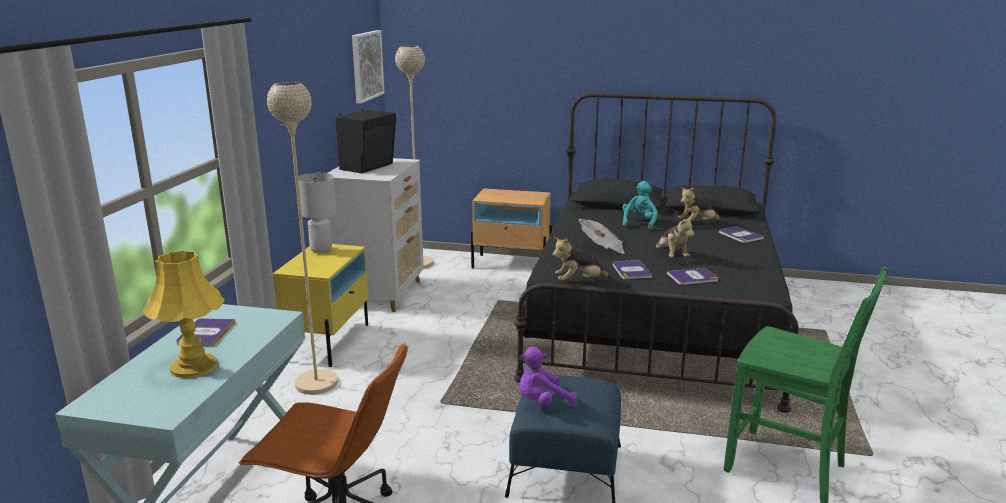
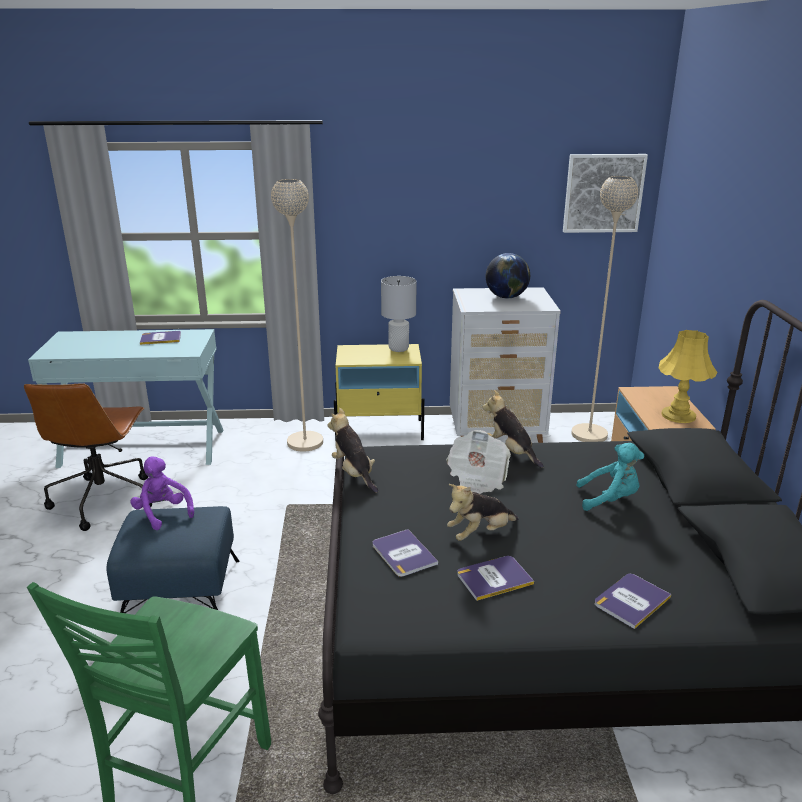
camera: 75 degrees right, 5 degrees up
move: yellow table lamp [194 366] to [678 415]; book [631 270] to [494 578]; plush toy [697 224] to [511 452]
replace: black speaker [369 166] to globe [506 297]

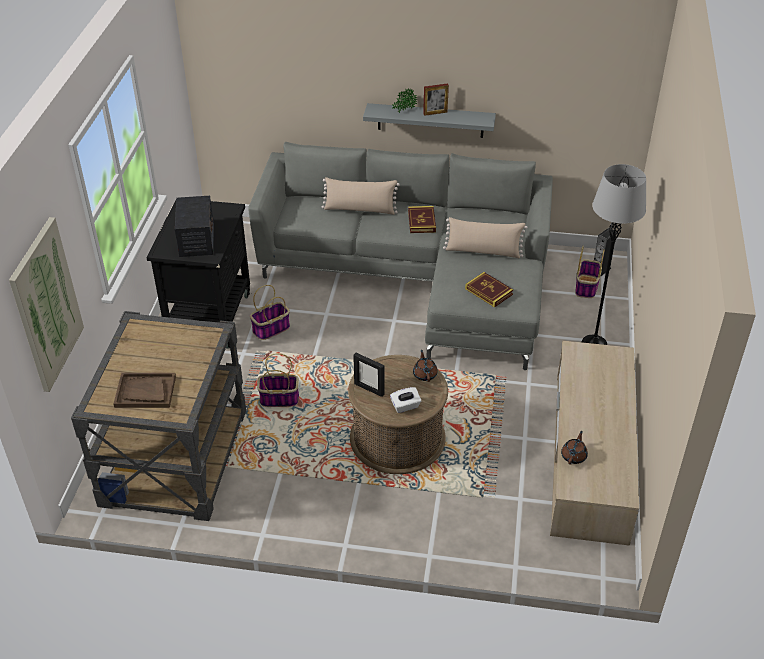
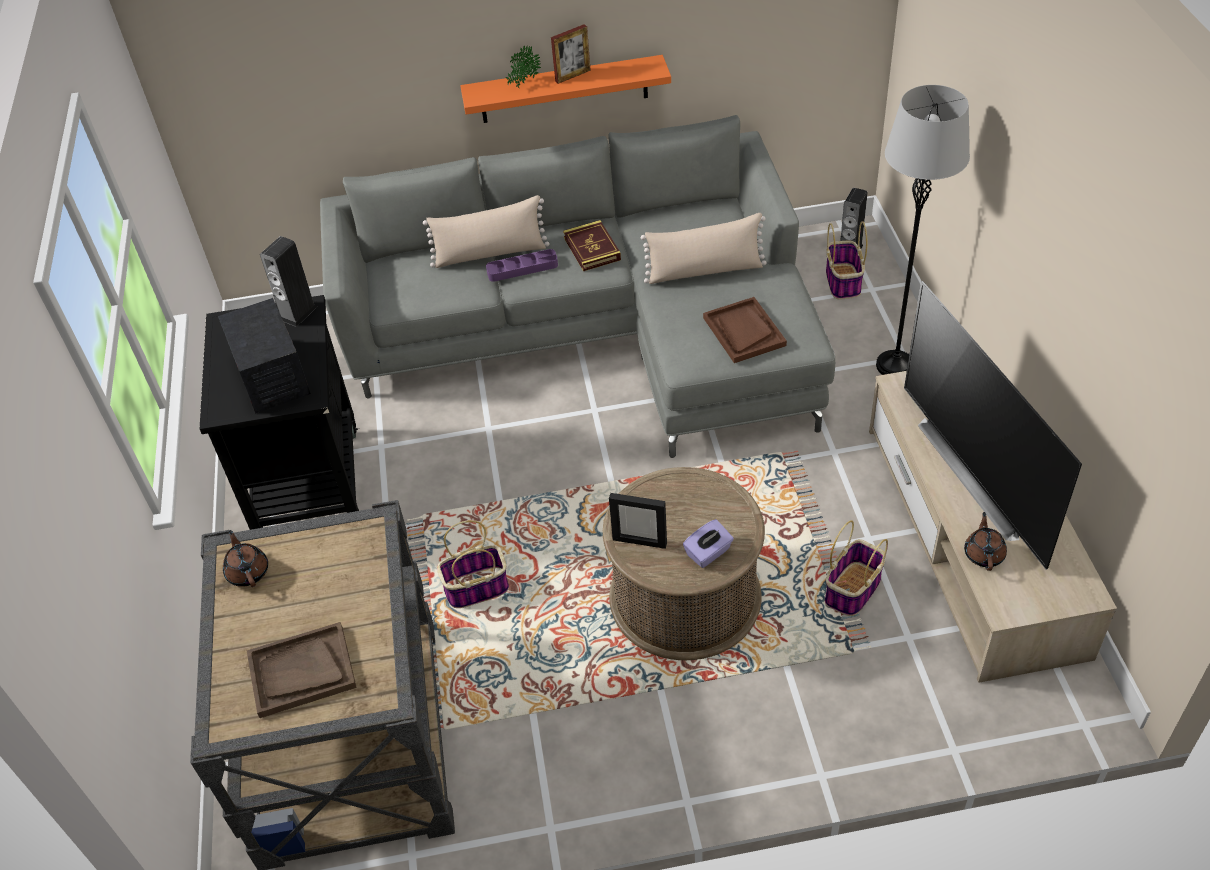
camera: 15 degrees left, 5 degrees up
delete: picture [46 305]
insert: speaker [298 313]; purple tray [522 268]; television [979 473]
move: basket [271 329] to [852 590]; brown teapot [425 374] to [248 571]
replace: book [488 291] to brown tray [744 331]
recolor: grey shelf [430 120] to orange shelf [564 89]; white tissue box [405 406] to purple tissue box [708 553]

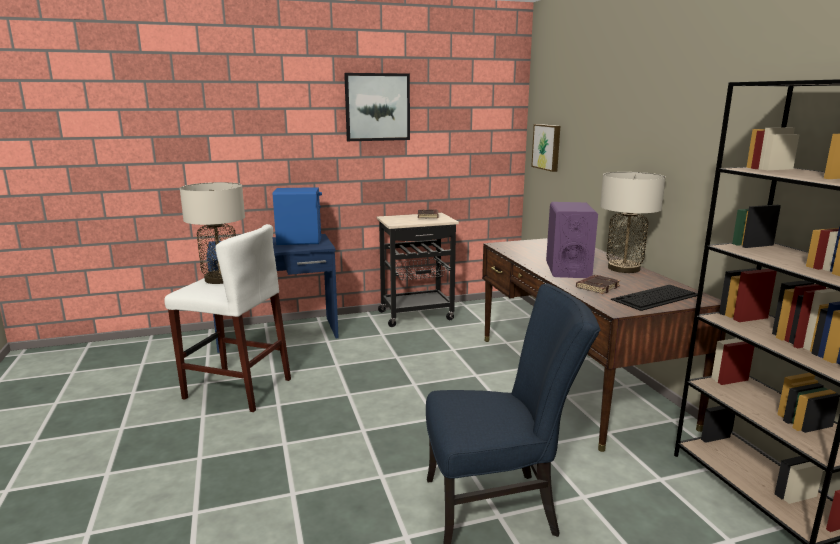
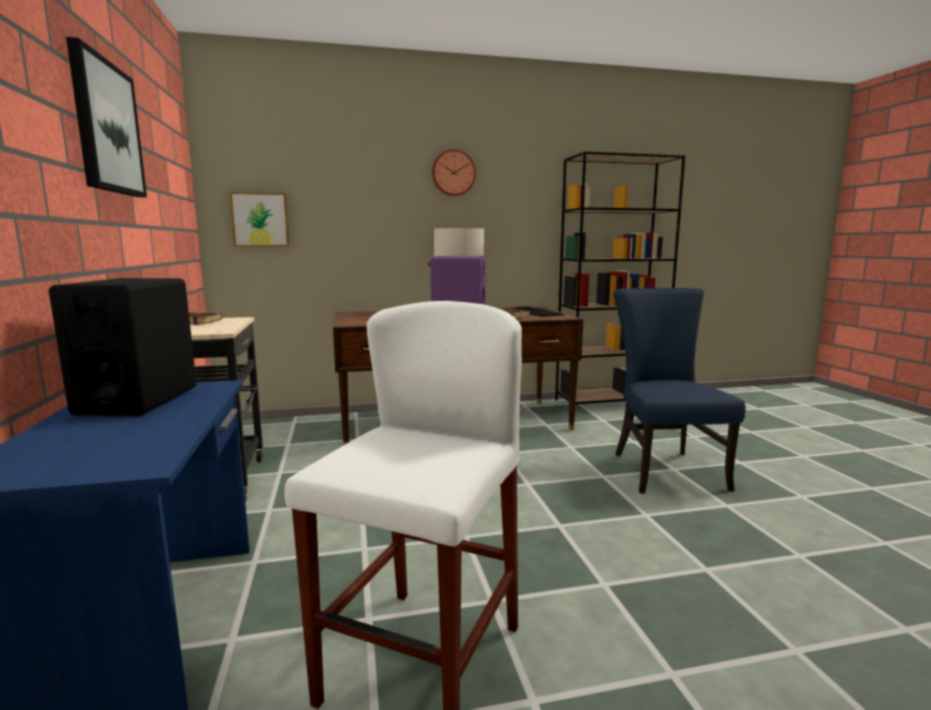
camera: 85 degrees left, 5 degrees down
delete: table lamp [221 279]
insert: wall clock [453 173]
recolor: blue speaker [299 241] to black speaker [138 400]

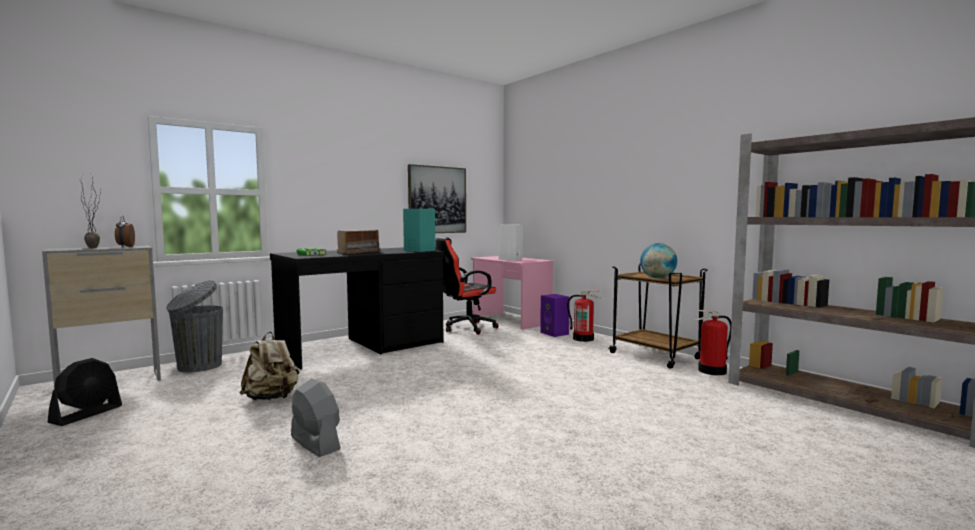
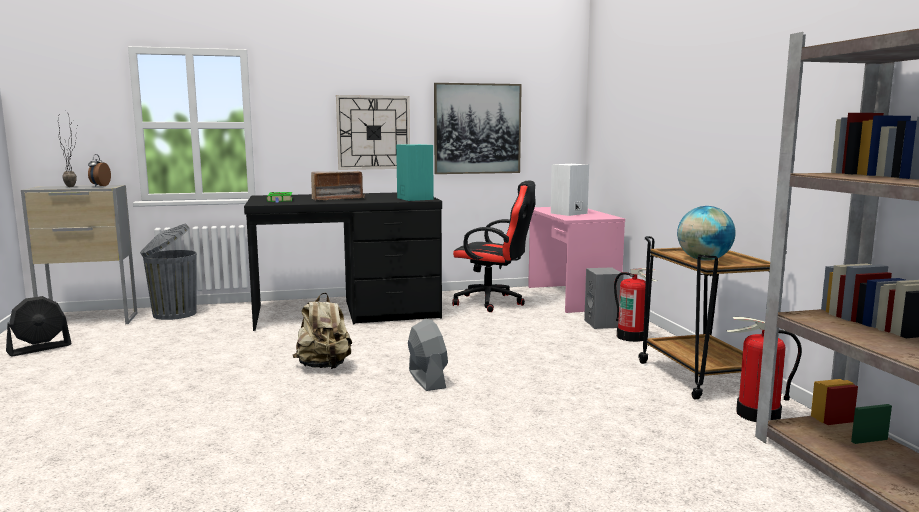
camera: 25 degrees right, 5 degrees up
insert: wall clock [373 132]
move: beige backpack [271 398] to [324 367]; grey fan [315 443] to [427 379]
recolor: purple speaker [555 333] to grey speaker [603 324]
rotate: black office chair [465 328] = [493 303] 150 degrees counterclockwise

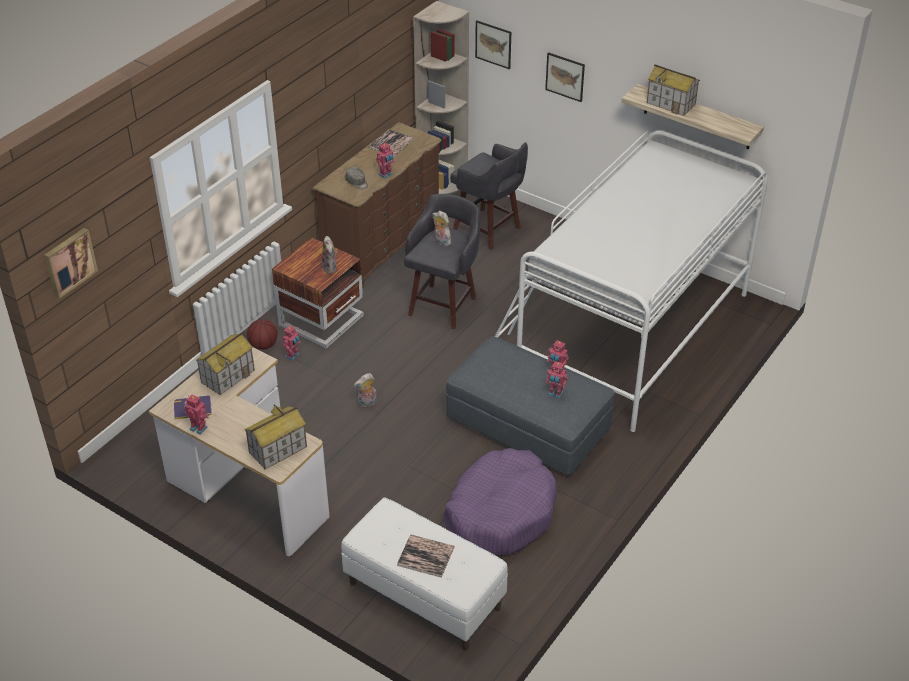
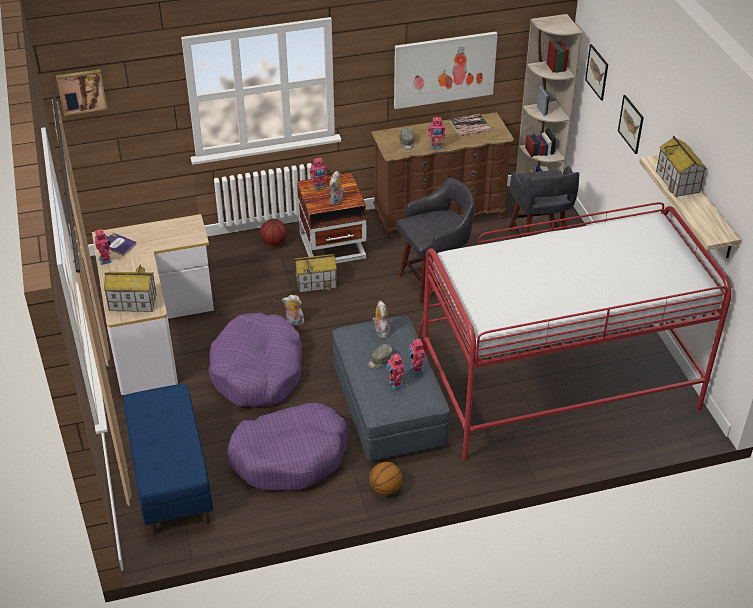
camera: 40 degrees right, 0 degrees up
delete: book [425 556]
insert: purple dog bed [258 371]; grey cap [380 360]; basketball [386 488]; picture [444 69]
move: toy house [228 376] to [316 282]; toy robot [293 356] to [319 187]; plush toy [441 241] to [380 331]
recolor: white bench [423 596] to blue bench [170 478]; white bed [630 335] to red bed [554 385]

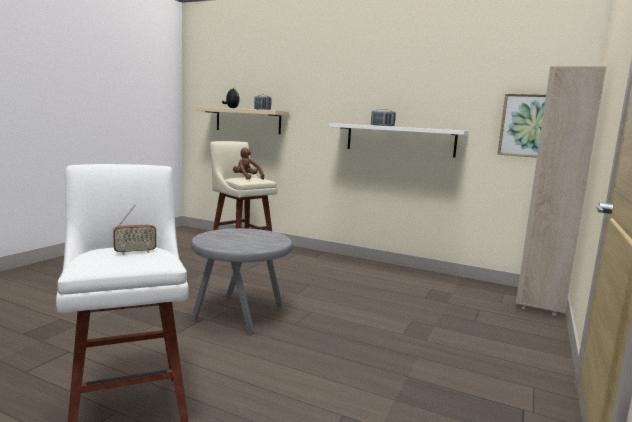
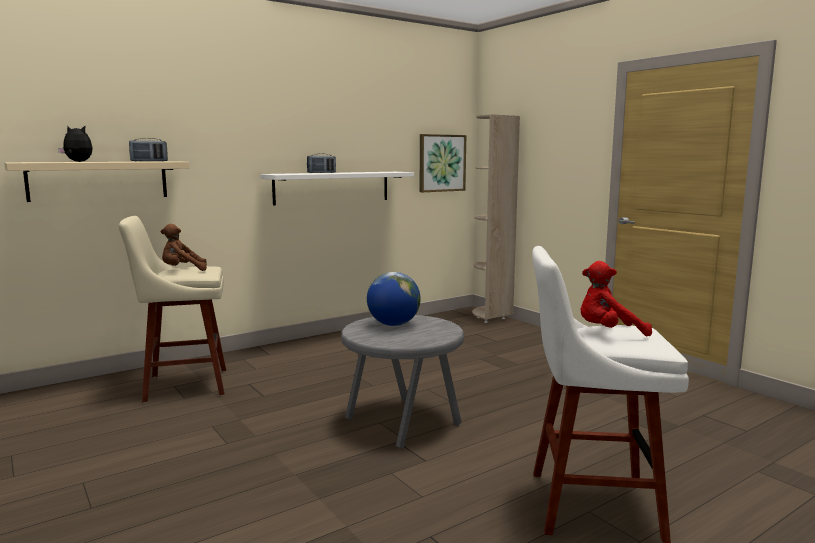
camera: 60 degrees left, 0 degrees up
insert: globe [393 324]
replace: radio [135 252] to red plush toy [608 332]

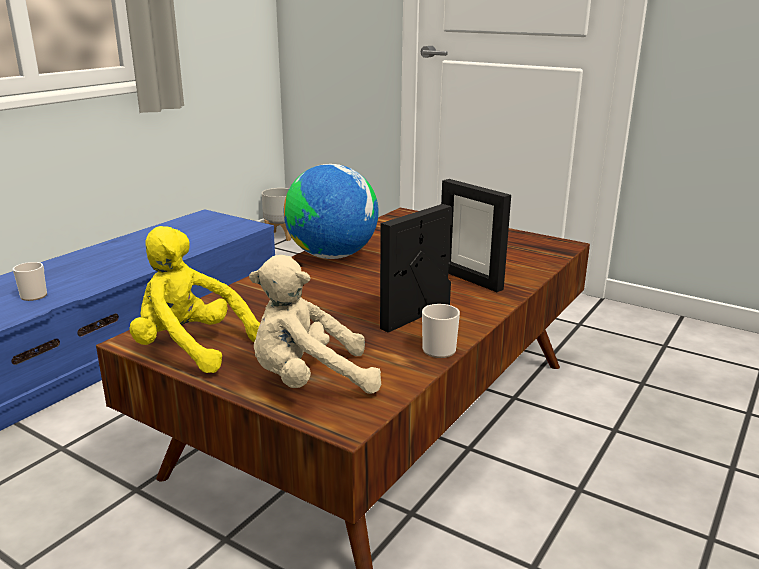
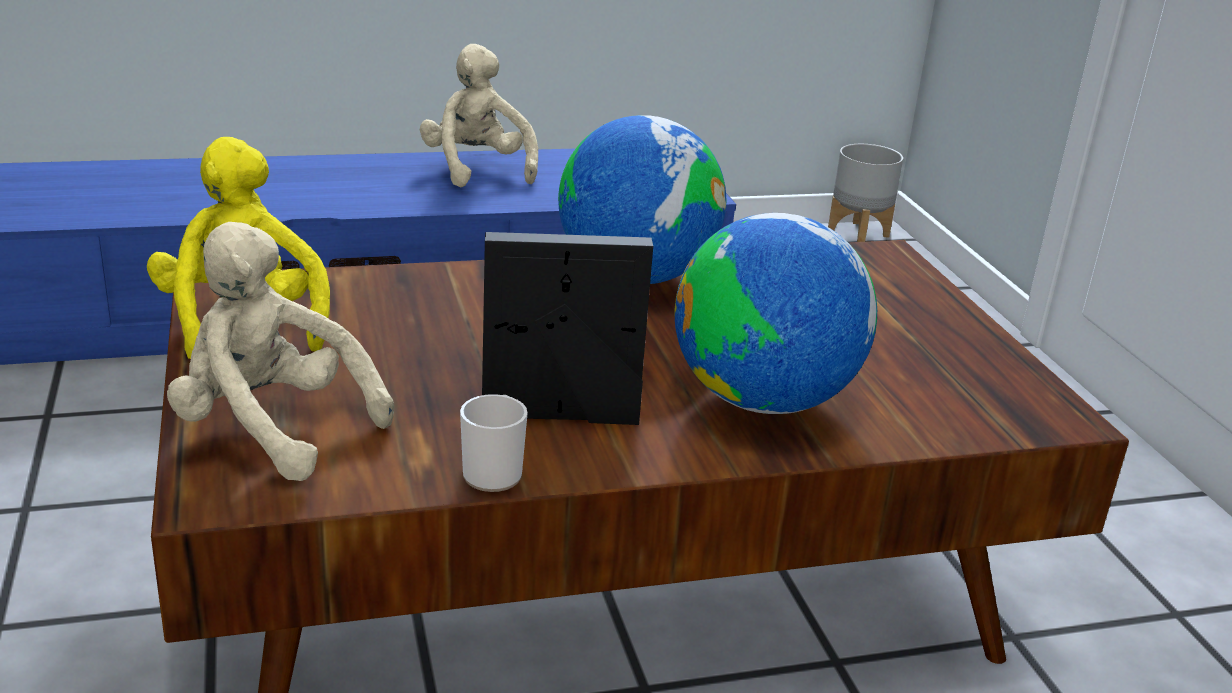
camera: 40 degrees right, 5 degrees up
delete: mug [36 294]
insert: beige plush toy [477 169]
replace: picture frame [471 279] to globe [763 400]

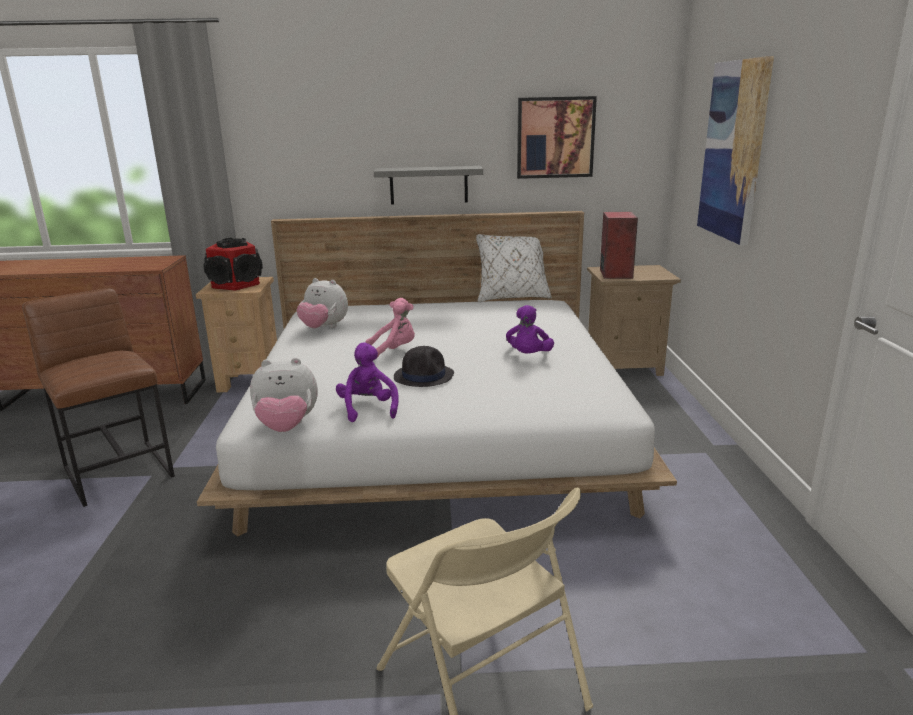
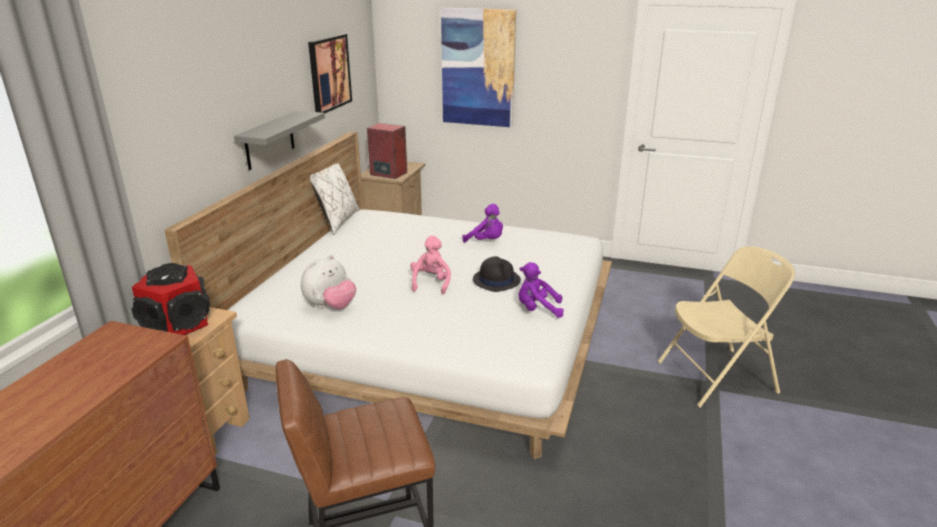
camera: 70 degrees left, 5 degrees up
delete: plush toy [287 427]

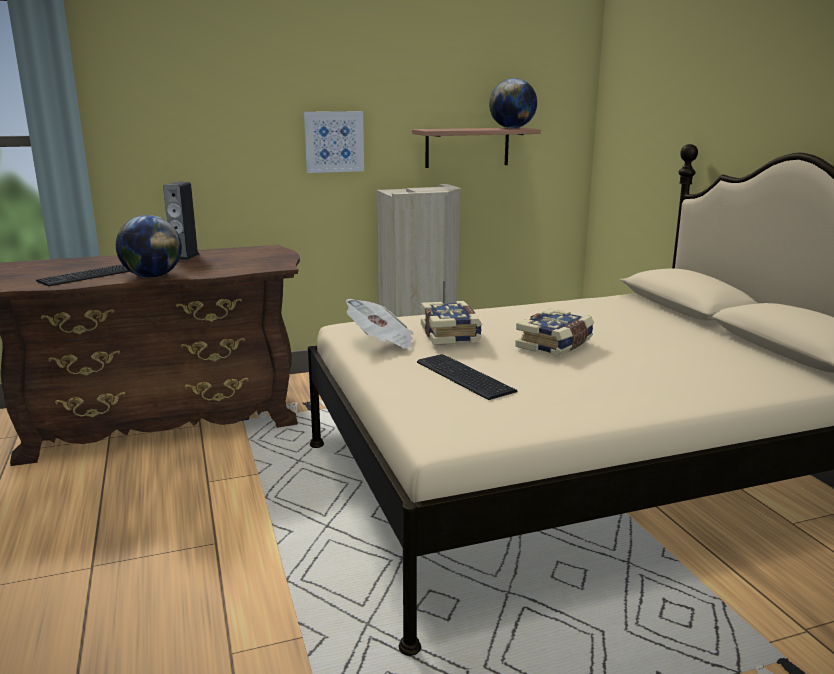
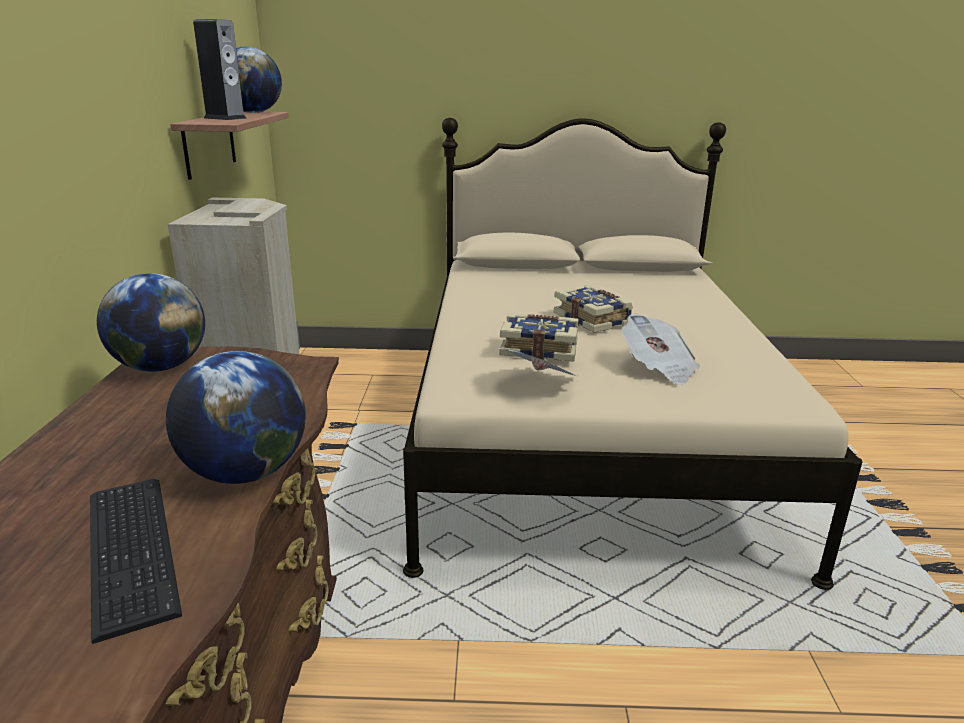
camera: 70 degrees left, 5 degrees up
delete: picture [334 141]
insert: globe [160 367]
move: speaker [184 256] to [225 118]
replace: keyboard [463 377] to newspaper [658 368]

